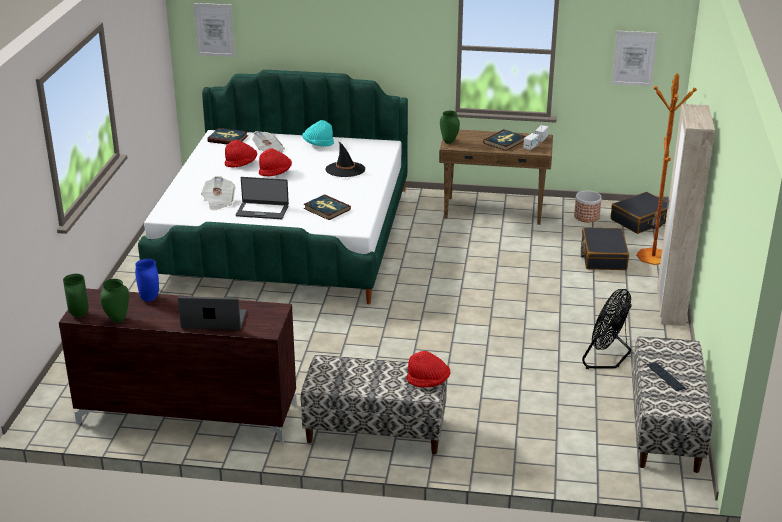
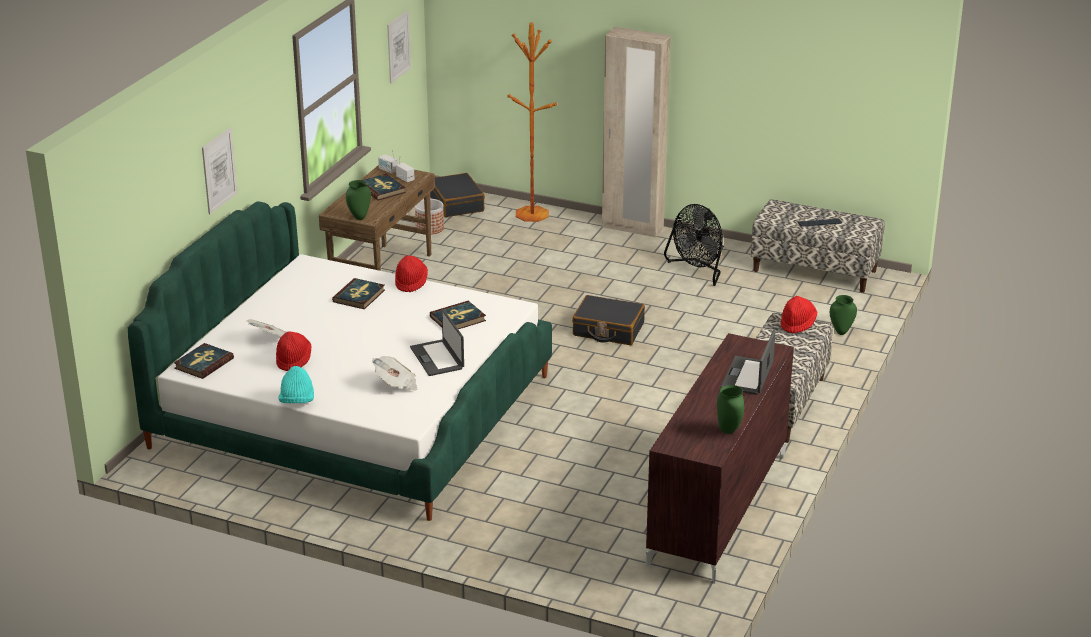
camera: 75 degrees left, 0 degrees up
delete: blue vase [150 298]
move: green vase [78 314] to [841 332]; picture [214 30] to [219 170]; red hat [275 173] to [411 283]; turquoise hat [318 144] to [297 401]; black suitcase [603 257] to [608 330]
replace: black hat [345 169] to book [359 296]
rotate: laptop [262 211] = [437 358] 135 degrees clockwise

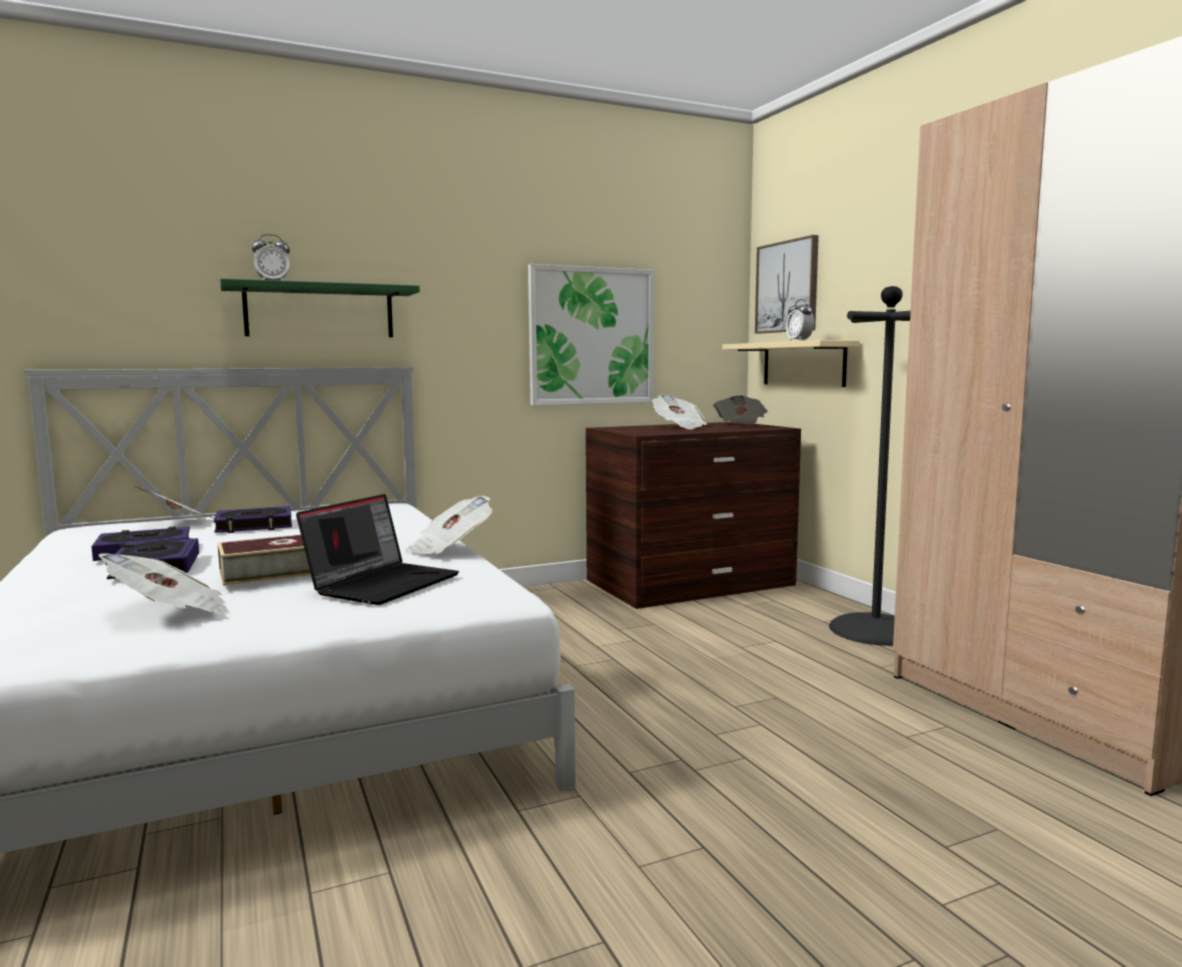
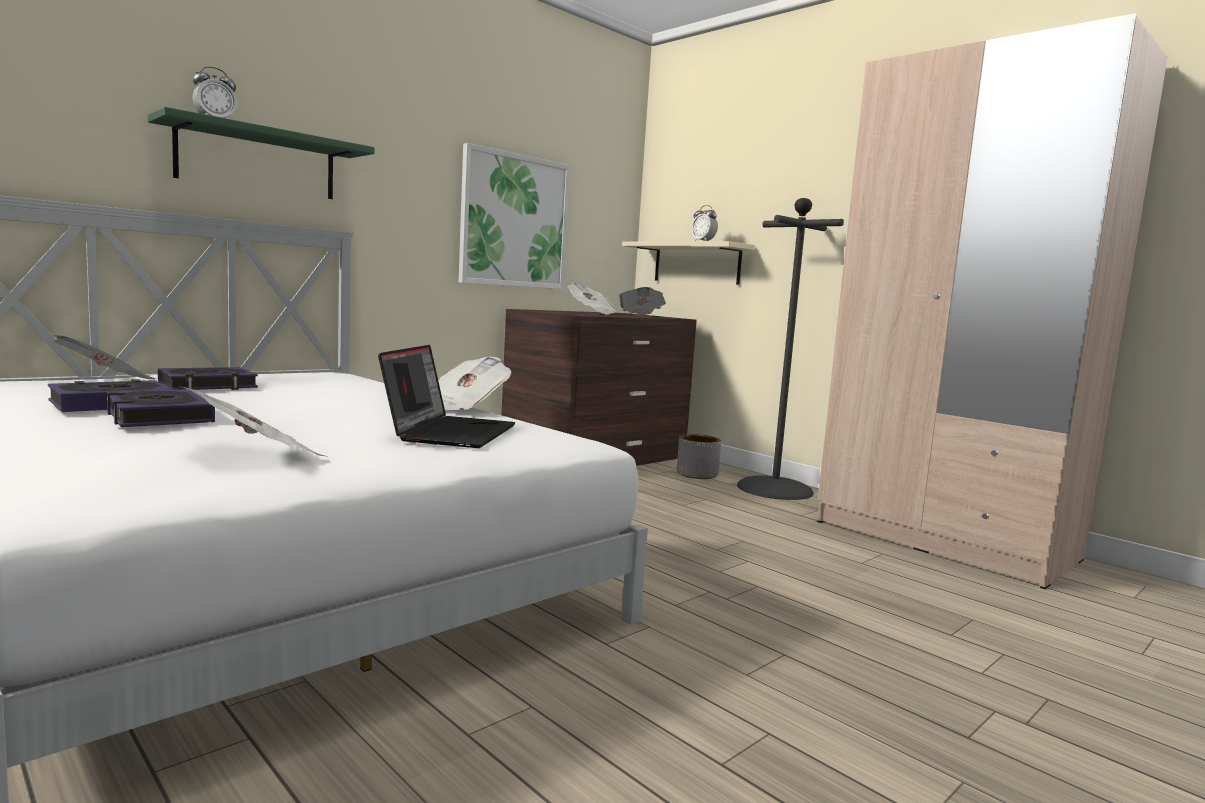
camera: 20 degrees left, 0 degrees up
delete: book [271 572]; picture [787 287]
insert: grey planter [697 474]

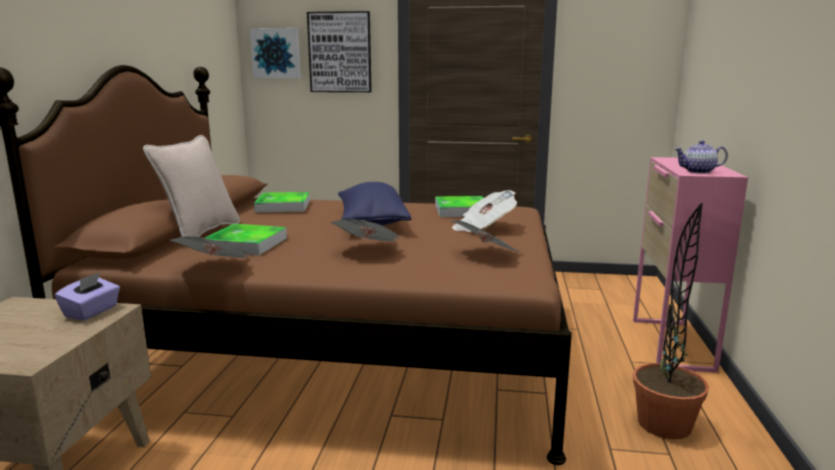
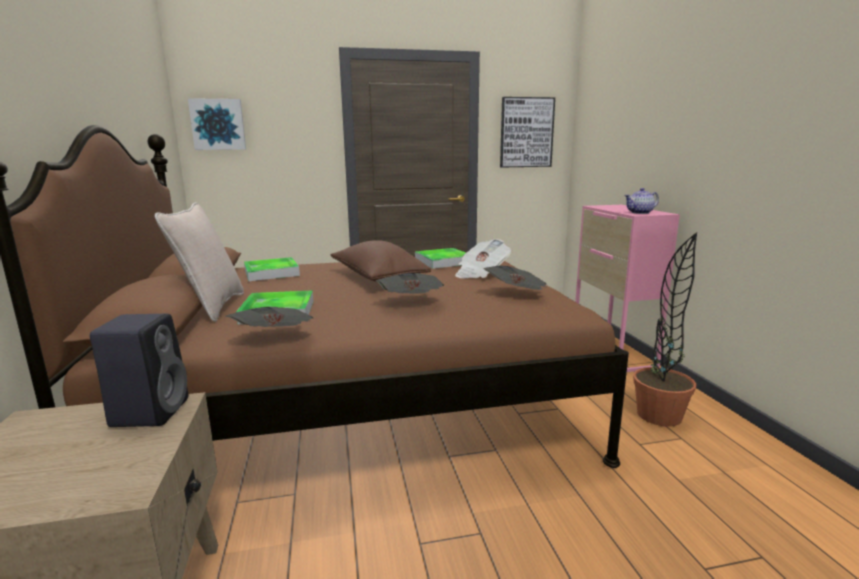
camera: 20 degrees left, 0 degrees up
move: picture [340 52] to [526 132]
replace: purple tissue box [92 312] to black speaker [151 411]
recolor: blue pillow [372 222] to brown pillow [377 278]

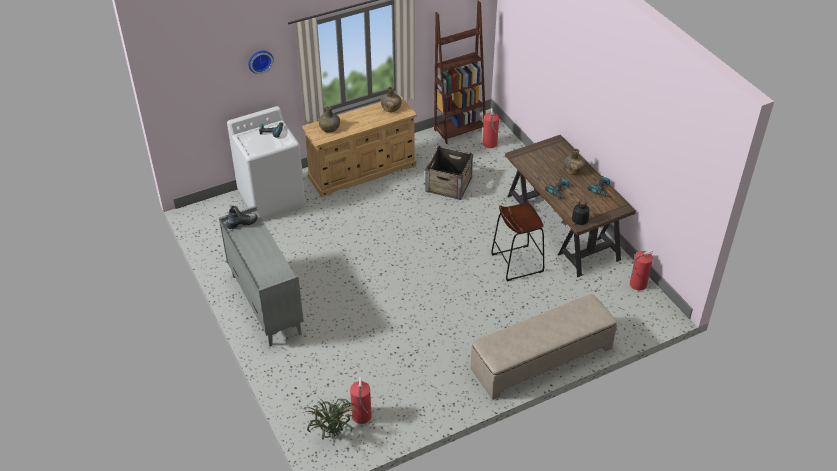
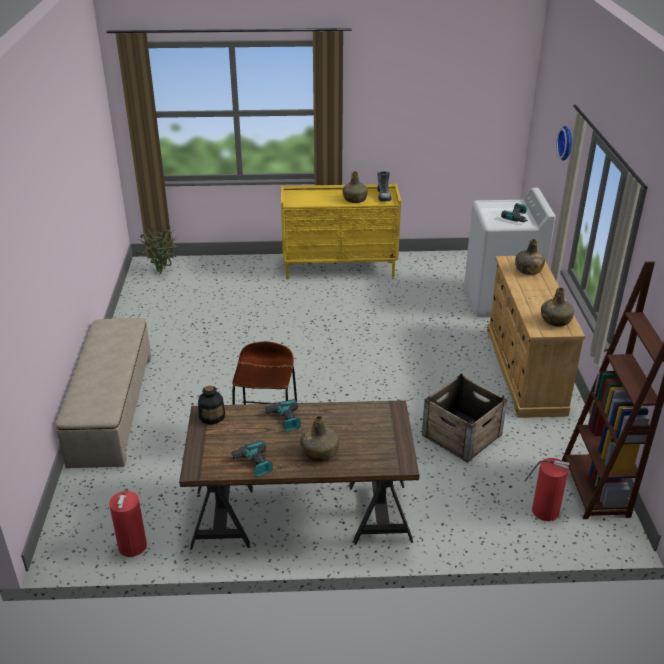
camera: 115 degrees right, 10 degrees down
delete: fire extinguisher [361 416]
insert: green bottle [355 199]
recolor: grey cabinet [266 304] to yellow cabinet [340 269]

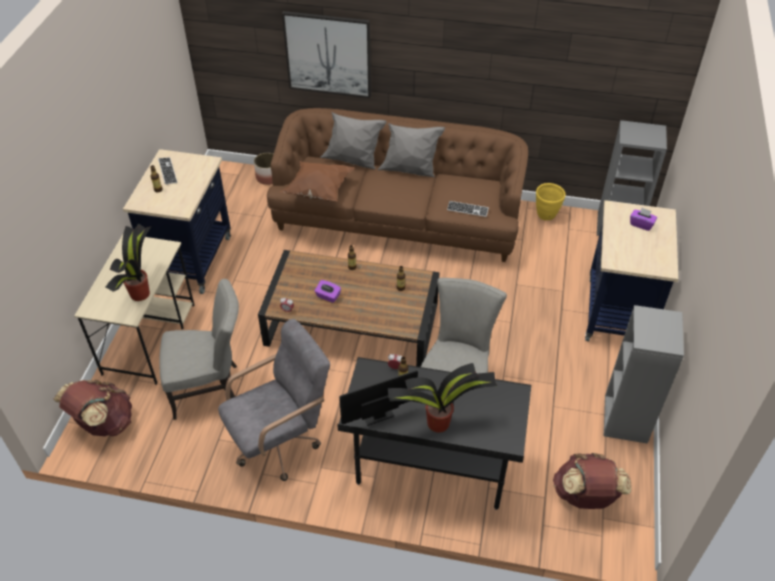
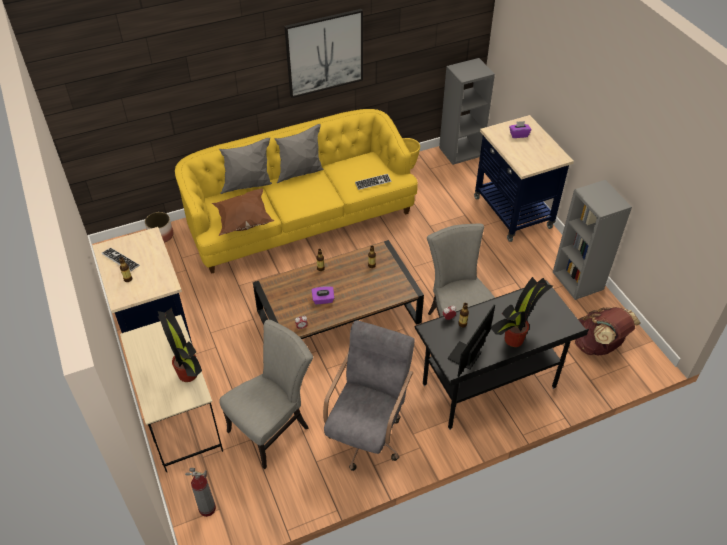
camera: 35 degrees left, 0 degrees up
move: picture [328 54] to [324 53]
replace: brown backpack [103 423] to fire extinguisher [207 508]
recolor: brown sofa [398 219] to yellow sofa [300 219]

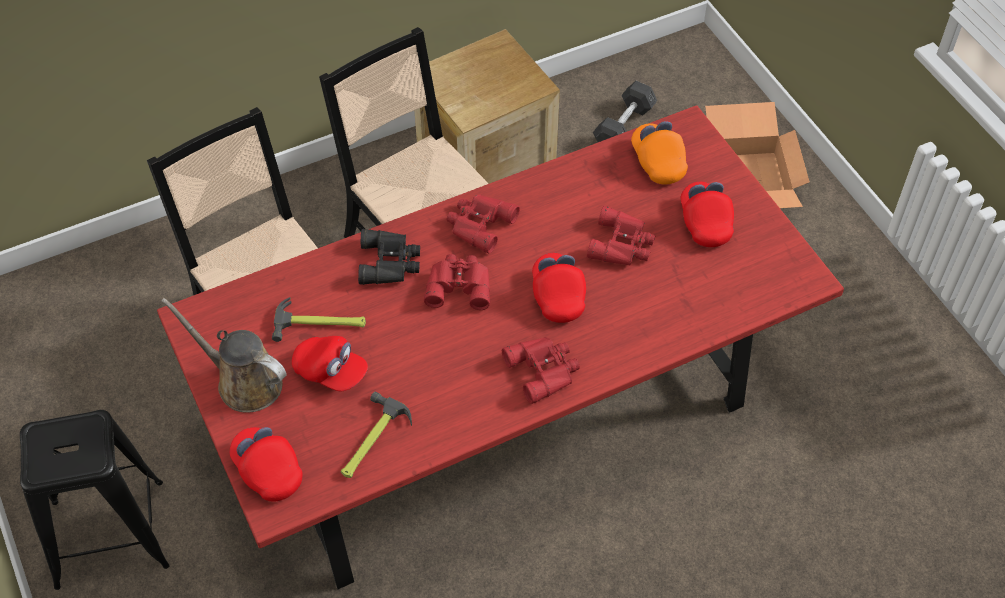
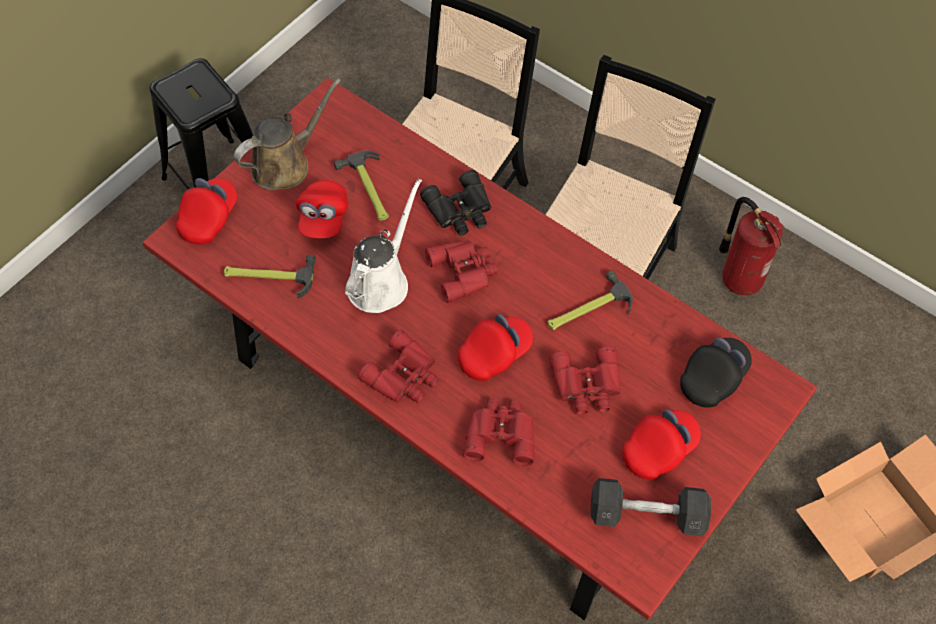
camera: 65 degrees right, 5 degrees up
insert: white watering can [381 281]; hammer [587 309]
move: red binoculars [479 225] to [500 434]; grey dumbbell [624 126] to [647 514]
replace: crate [486 161] to fire extinguisher [740 278]
recolor: orange cap [658 162] to black cap [713 378]
rotate: brown watering can [244 382] = [285 164] 45 degrees clockwise

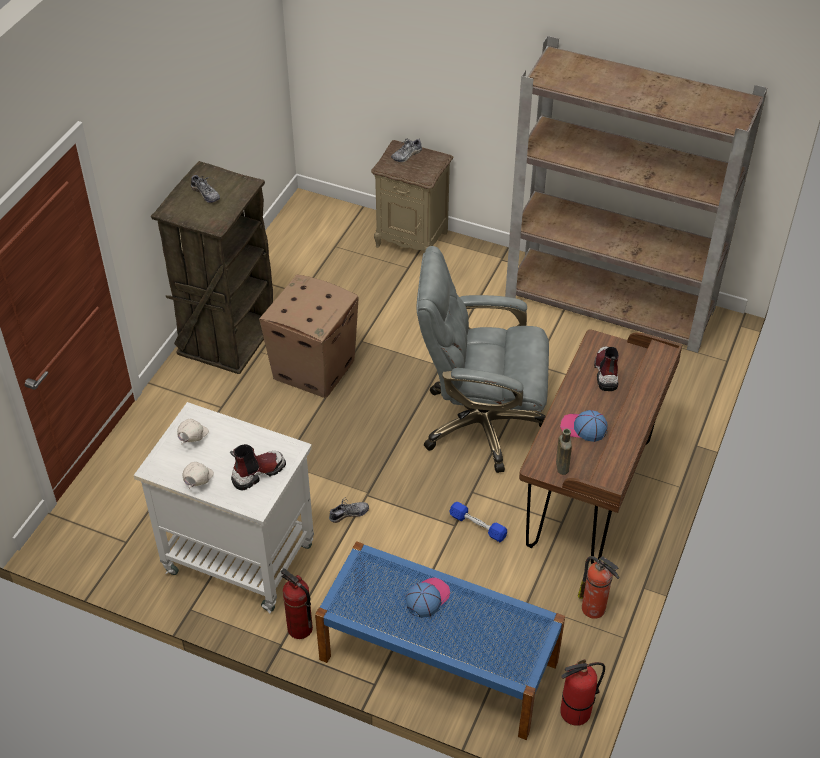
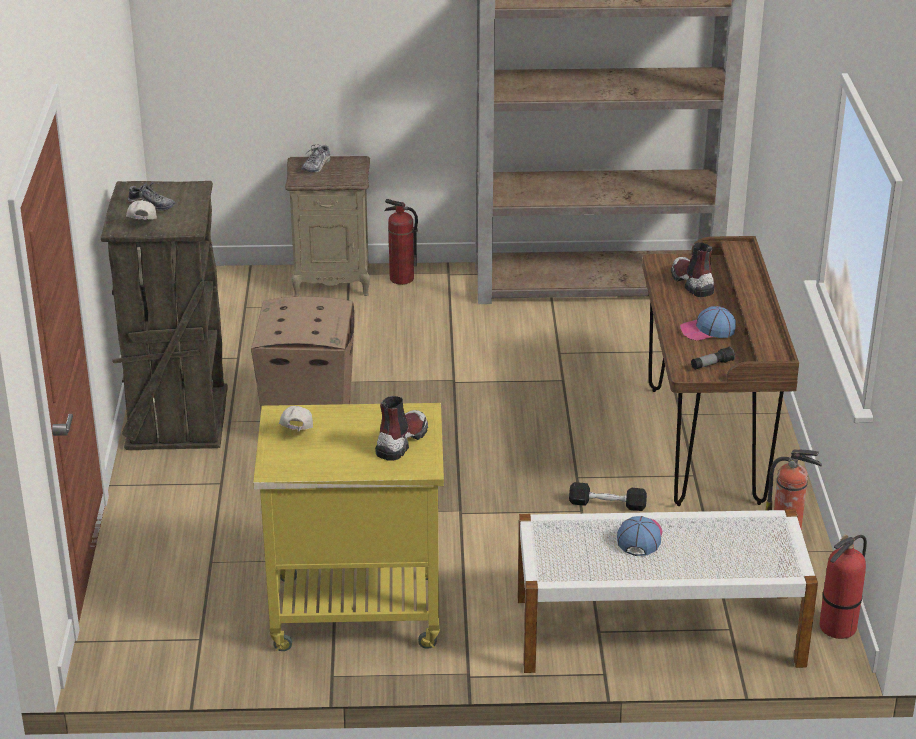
camera: 25 degrees left, 15 degrees down
delete: shoe [348 514]; grey office chair [482 423]
move: white cap [197 481] to [142 225]; fire extinguisher [299 628] to [401 279]
replace: brown bottle [561 466] to flashlight [712 365]
recolor: white cart [238 559] to yellow cart [354 613]; blue bench [438 661] to white bench [658 632]; blue dumbbell [478 526] to black dumbbell [607 504]

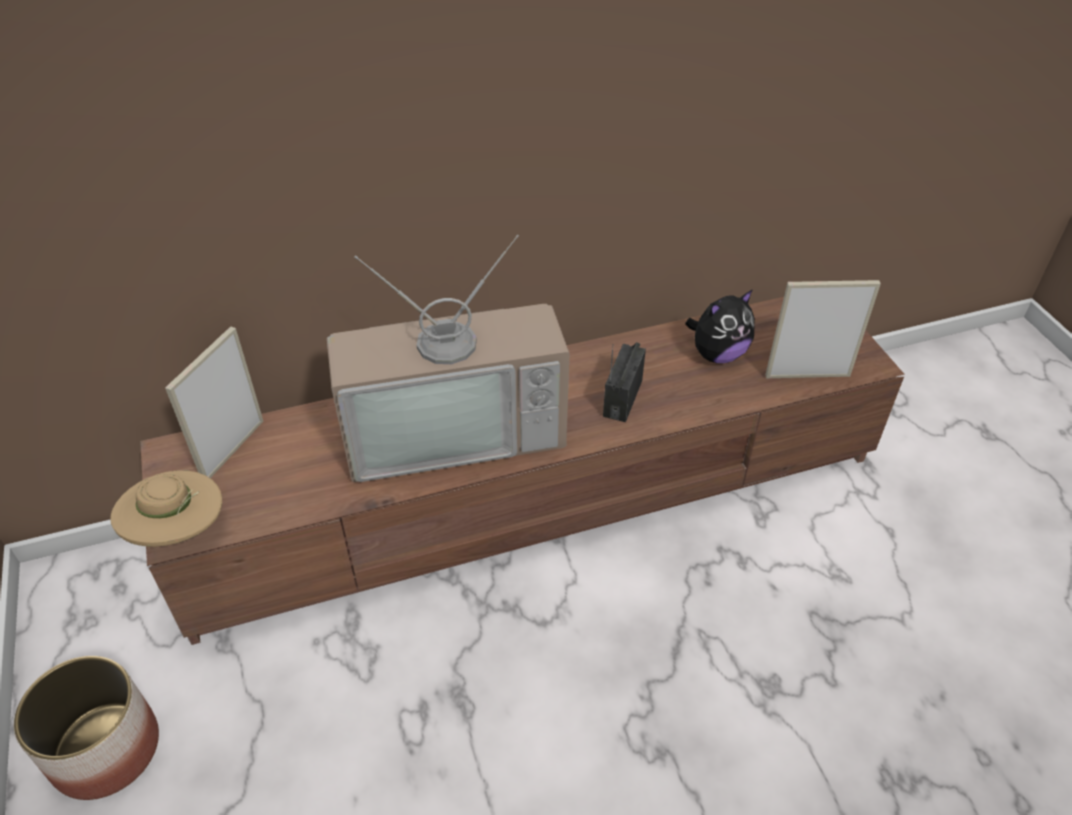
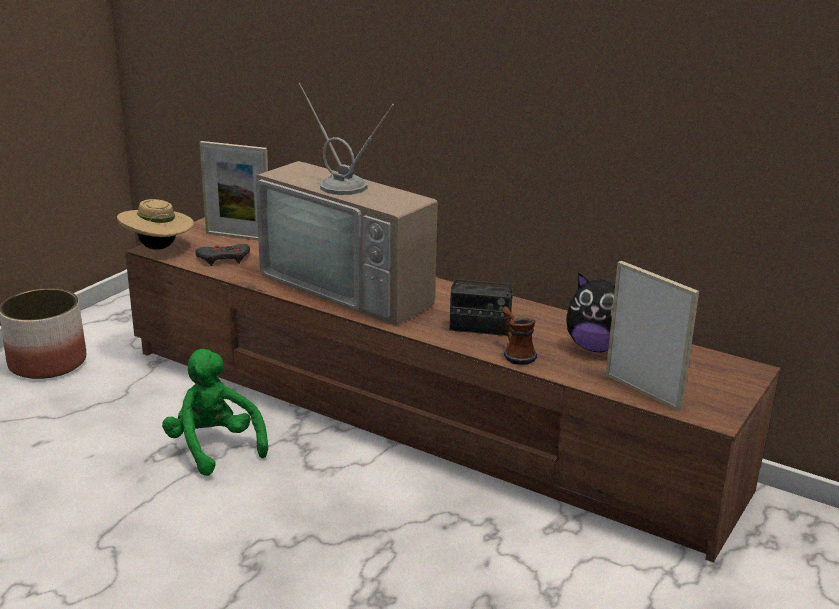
camera: 50 degrees right, 20 degrees down
insert: green plush toy [214 447]; grey game controller [224 259]; mug [515 353]
rotate: picture frame [233 450] = [238 237] 150 degrees counterclockwise; radio [622 398] = [480 328] 150 degrees counterclockwise

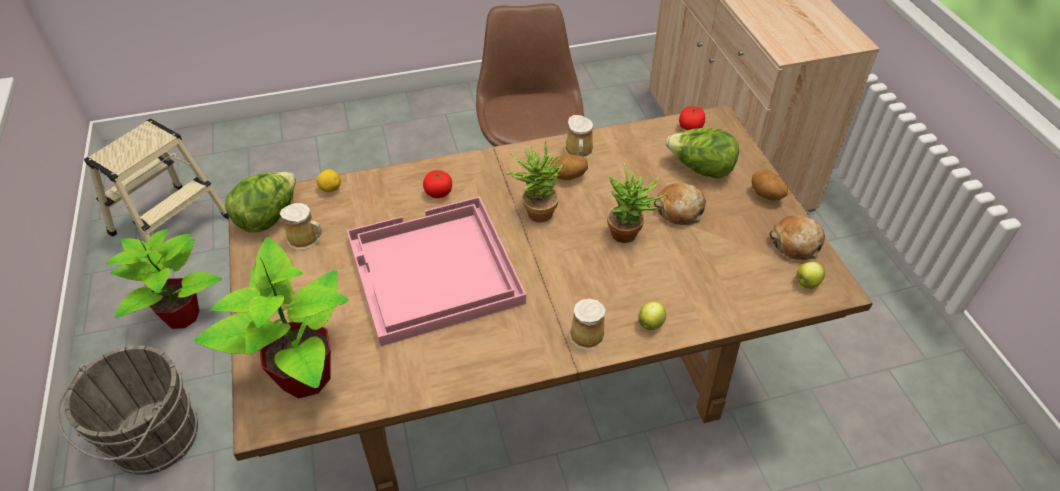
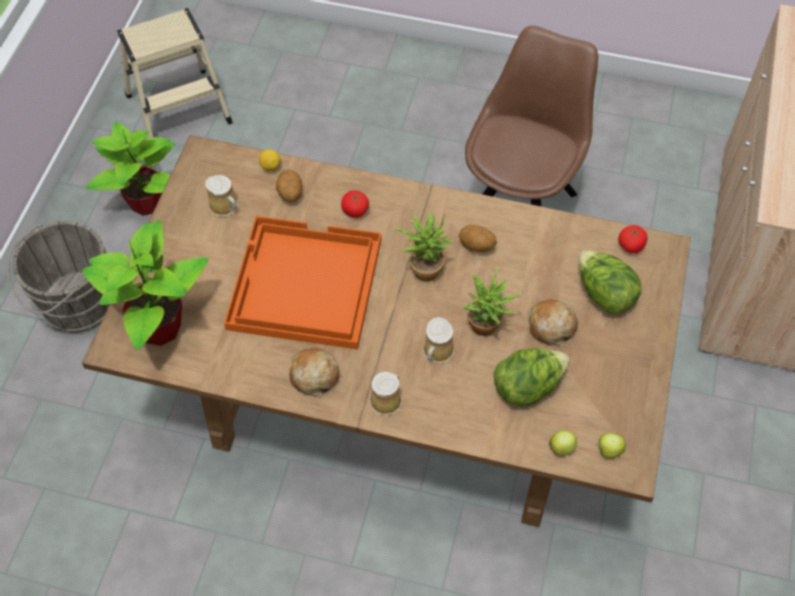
camera: 30 degrees right, 10 degrees up
move: lettuce [268 217] to [527 387]; mug [579 152] to [437 352]; apple [650 323] to [562 448]; potato [765 195] to [290 194]; bread [795 244] to [314 376]
recolor: pink tray [433 272] to orange tray [303 285]

